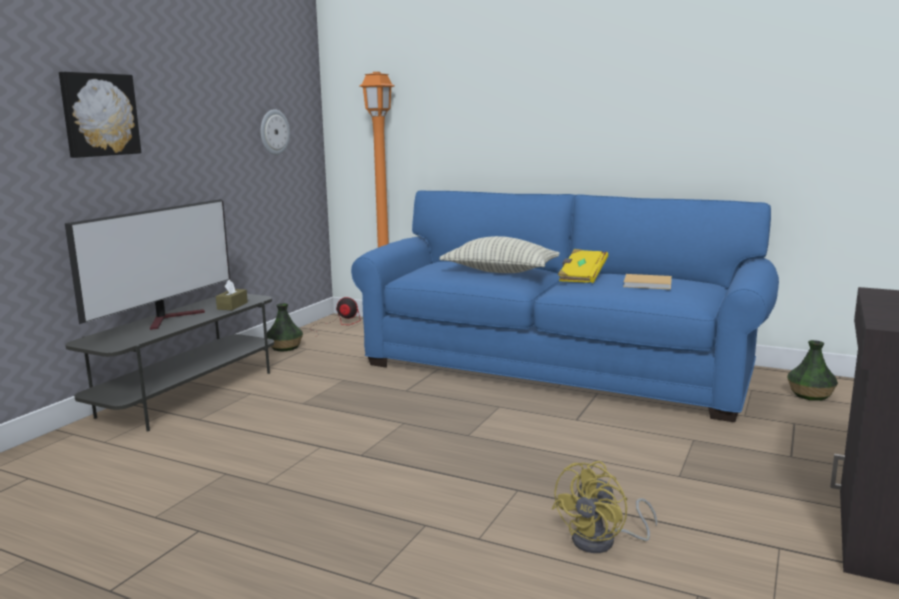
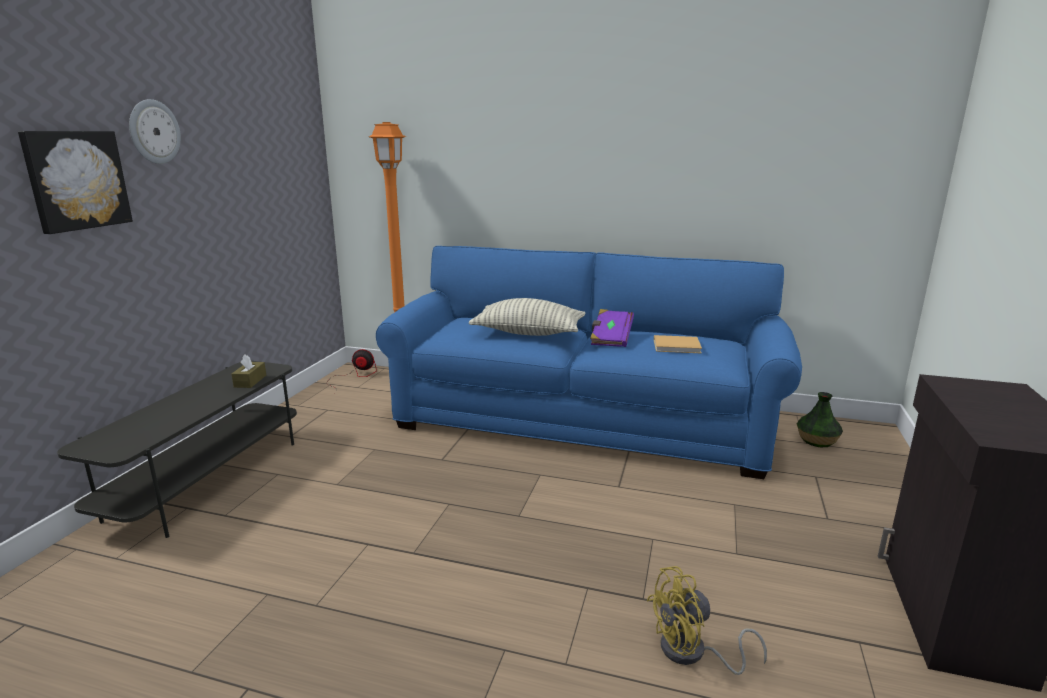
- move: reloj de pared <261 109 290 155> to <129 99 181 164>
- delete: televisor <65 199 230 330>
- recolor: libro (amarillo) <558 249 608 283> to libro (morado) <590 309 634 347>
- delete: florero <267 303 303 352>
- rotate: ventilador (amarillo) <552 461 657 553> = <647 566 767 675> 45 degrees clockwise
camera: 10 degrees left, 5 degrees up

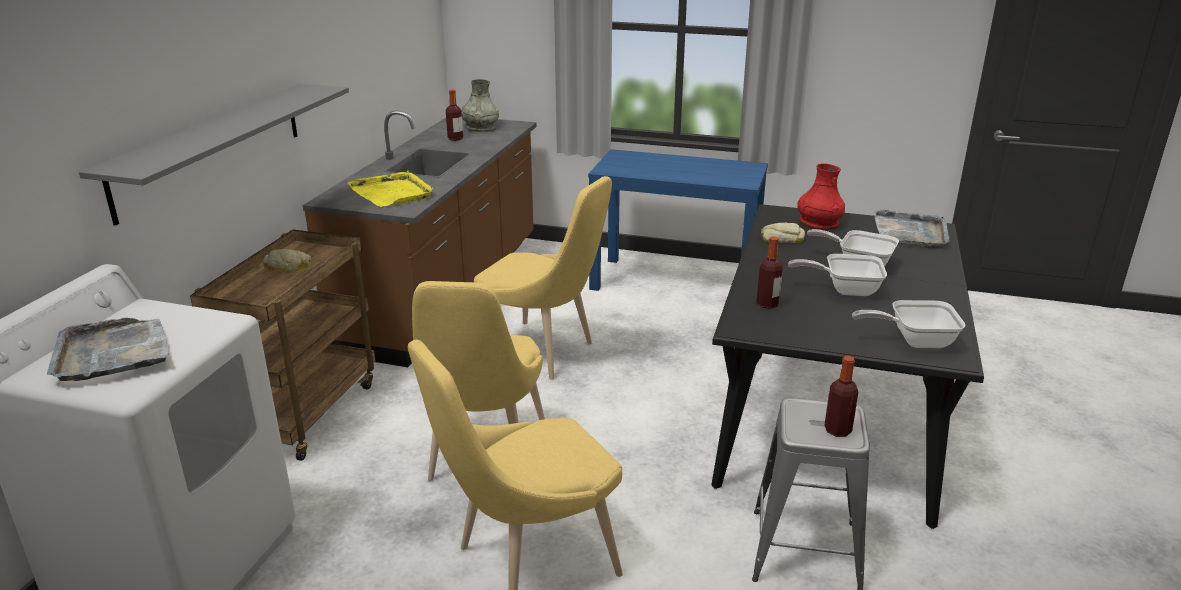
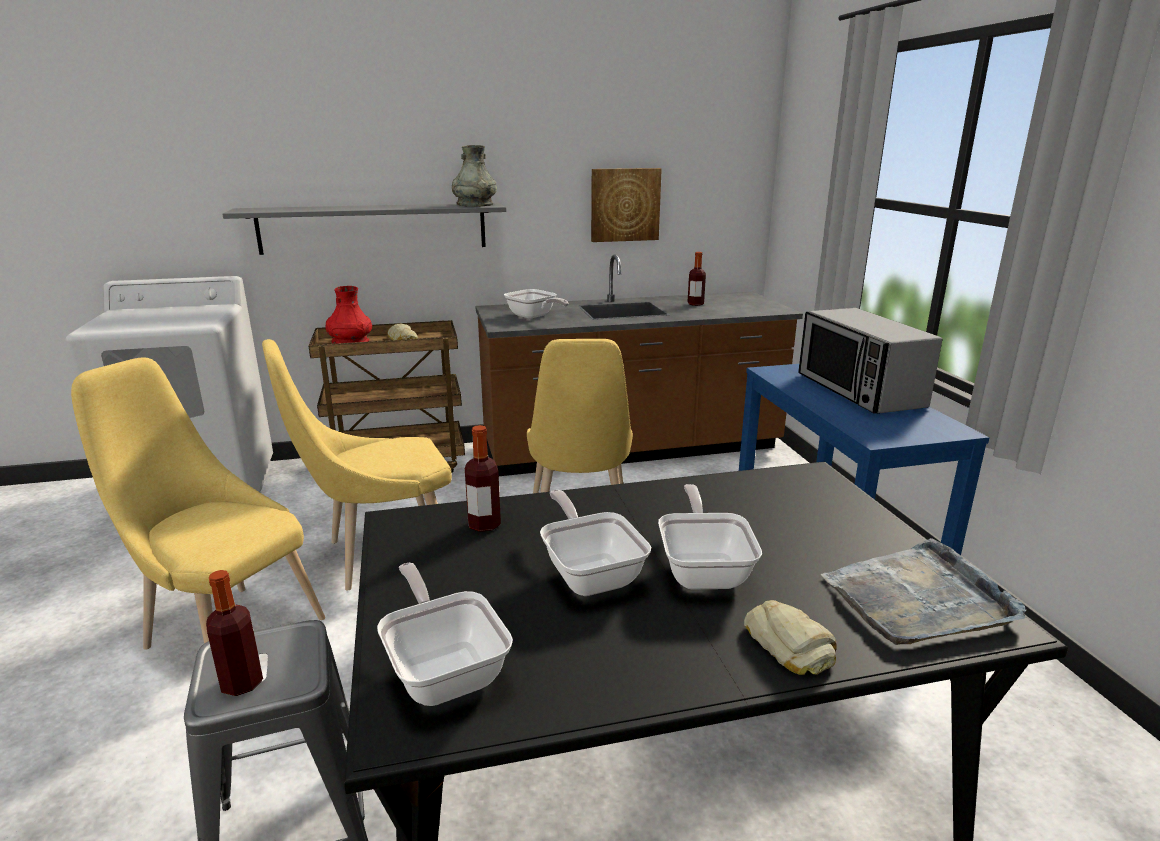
- move: florero (gris) <461 79 499 132> to <452 145 497 207>
- move: florero (rojo) <797 163 845 230> to <325 286 372 344>
- replace: bandeja (amarillo) <347 171 433 207> to sartén <504 289 568 318>
- move: pan <761 223 805 243> to <744 600 837 675>
- delete: bandeja (gris) <47 318 169 381>
- insert: cuadro <591 168 662 242>
- insert: microondas <798 308 942 414>
camera: 60 degrees right, 5 degrees down

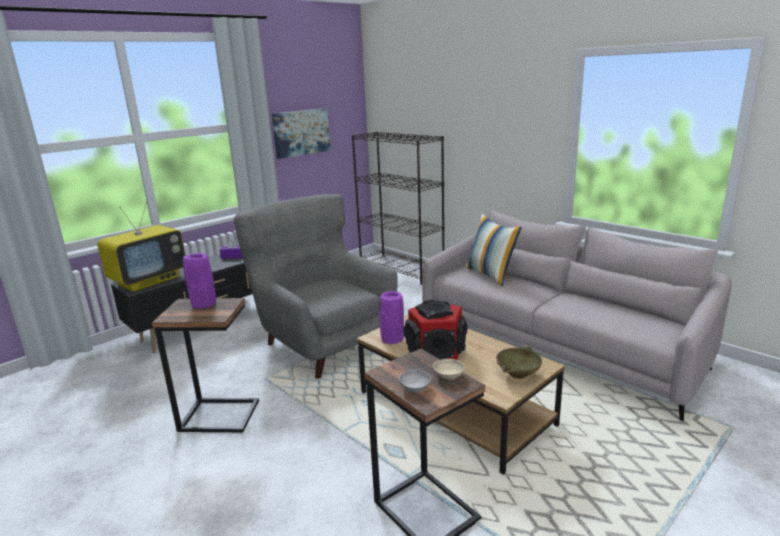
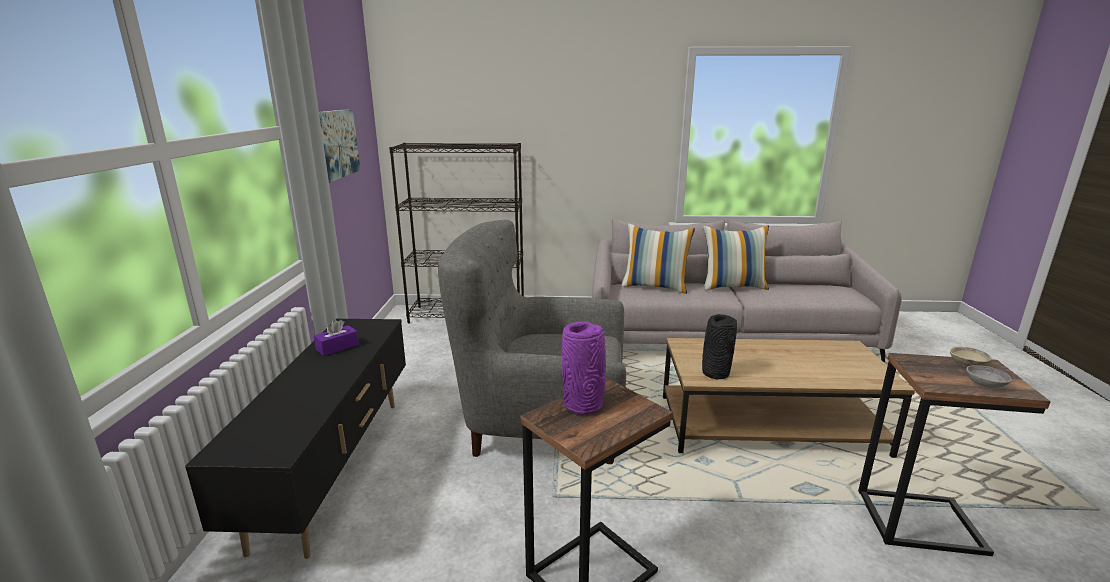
- delete: televisor <97 202 186 292>
- recolor: florero (morado) <379 291 404 344> to florero (negro) <702 314 737 379>
- delete: altavoz <403 300 467 360>
- delete: cuenco (beis) <496 347 542 379>
- insert: cojín <703 225 769 291>
camera: 45 degrees left, 0 degrees up

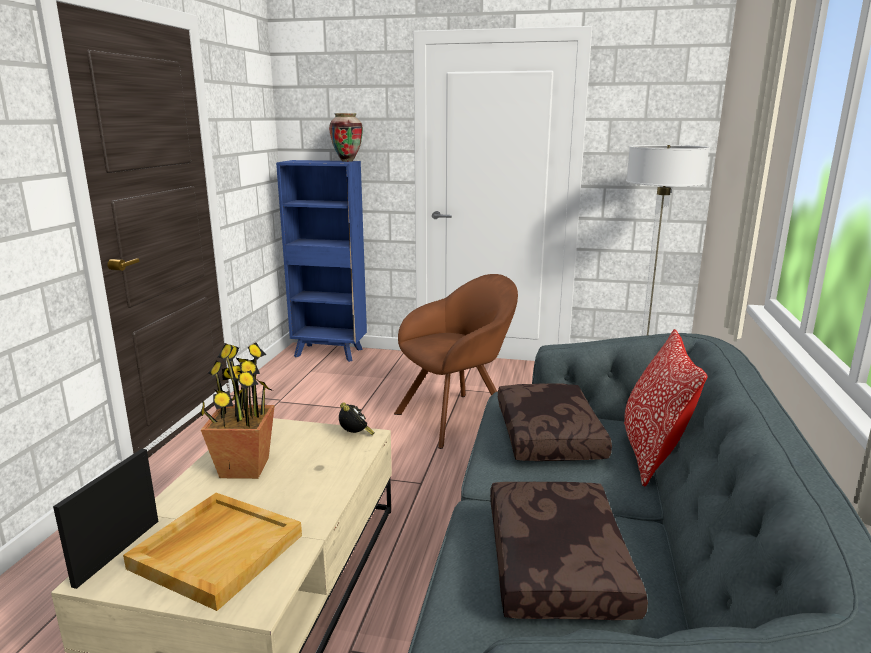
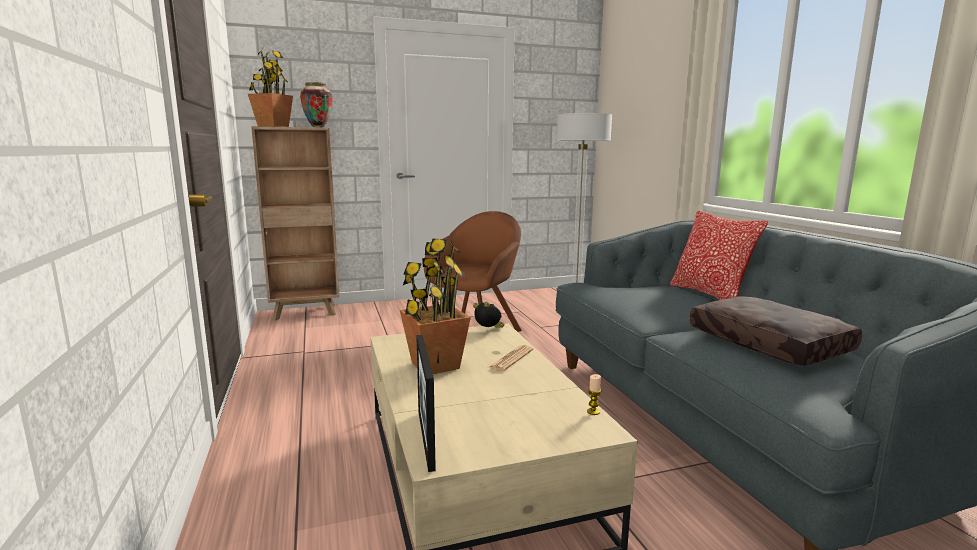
- recolor: estantería (azul) <276 160 367 362> to estantería (marrón) <251 126 340 321>
- delete: cojín (marrón) <498 383 612 461>
- delete: bandeja (beis) <123 493 302 611>
- insert: planta en maceta <248 49 293 127>
- insert: periódico <488 345 533 372>
- insert: vela <587 374 601 415>
camera: 30 degrees left, 5 degrees down

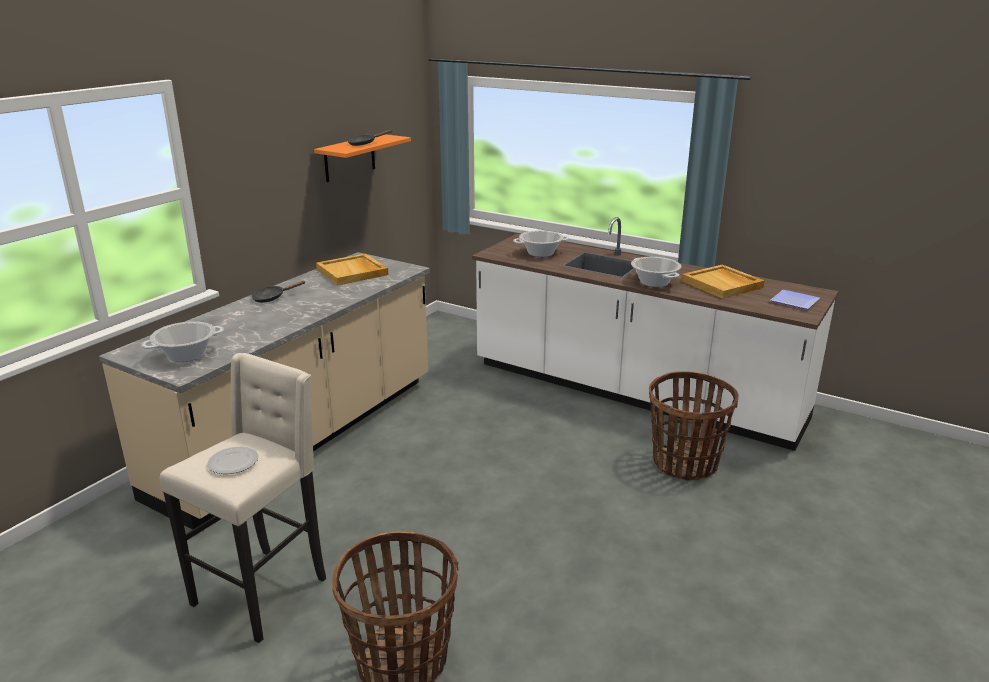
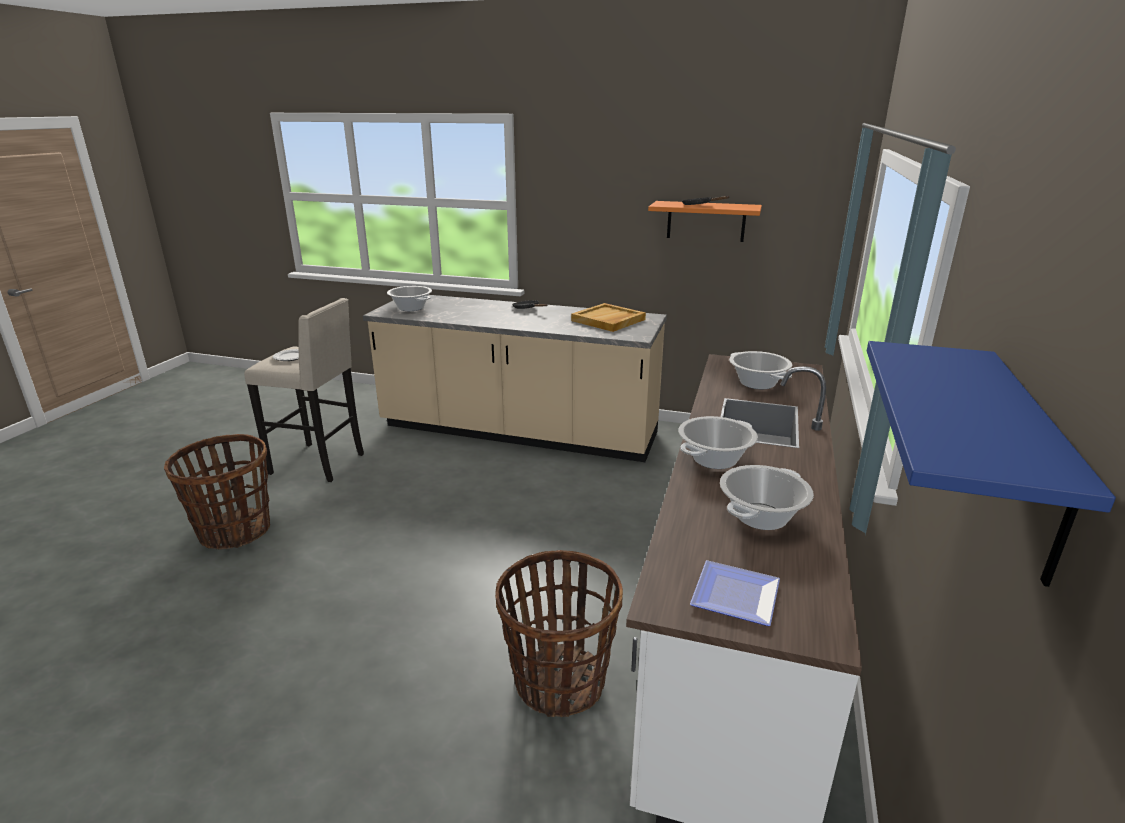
- replace: bandeja (beis) <682 265 765 299> to olla <720 465 814 530>
- insert: estante (azul) <867 341 1116 587>
camera: 75 degrees right, 0 degrees up

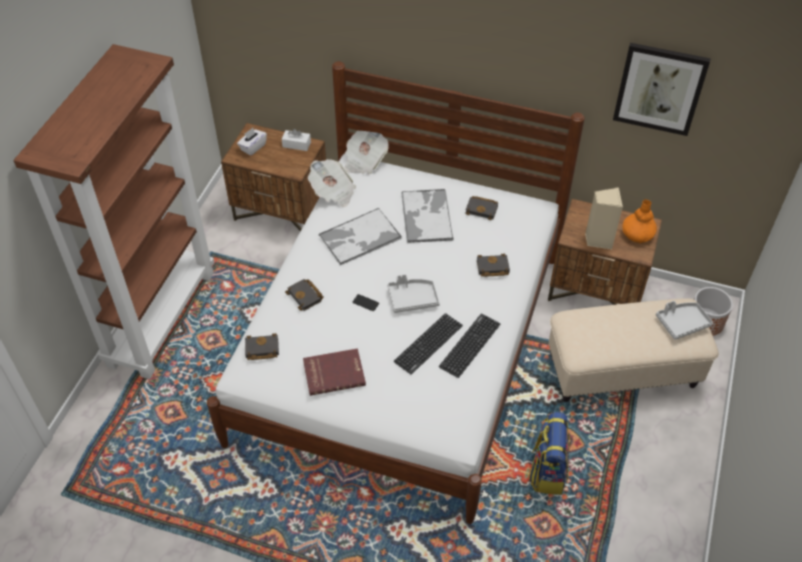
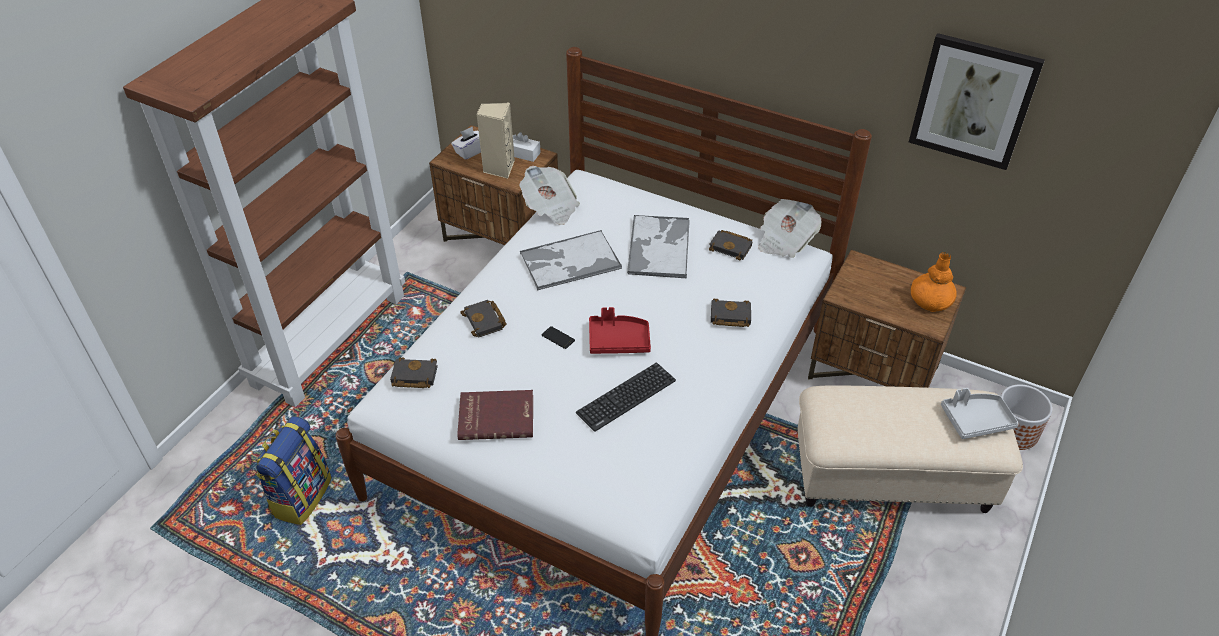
- move: periódico <344 130 389 174> to <758 199 821 258>
- move: altavoz (beis) <585 187 623 249> to <477 102 515 178>
- recolor: bandeja (gris) <387 274 440 313> to bandeja (rojo) <589 307 651 354>
- delete: teclado <439 314 500 378>
- move: mochila <529 412 570 495> to <255 416 332 525>
camera: 10 degrees right, 5 degrees down

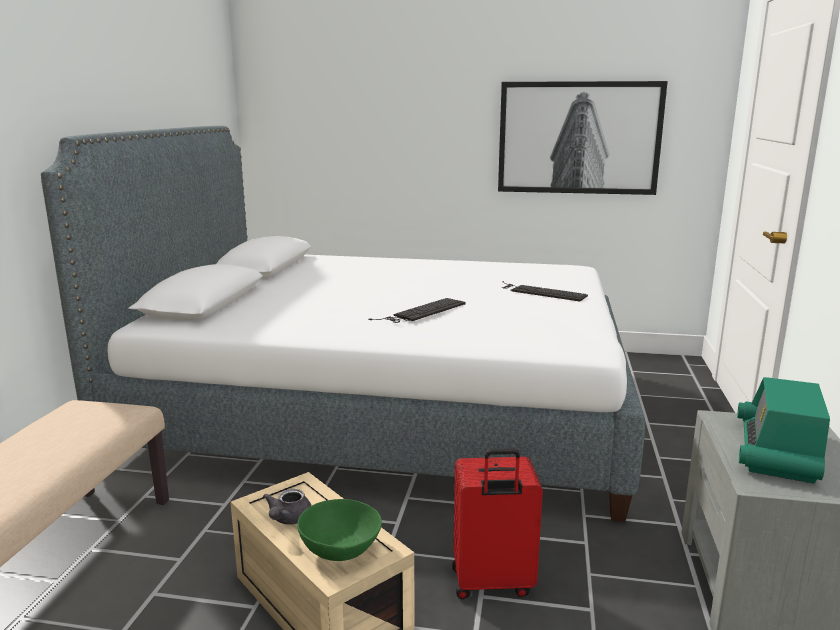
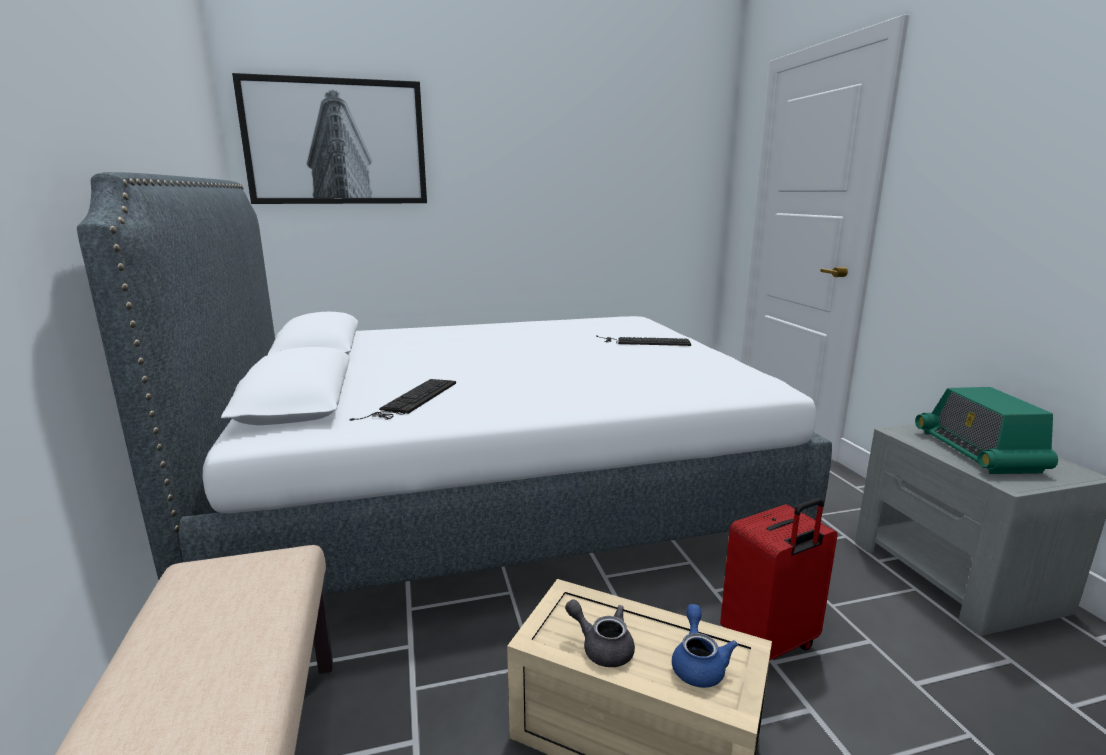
- move: cuadro <498 81 668 195> to <232 73 427 204>
- move: teclado <368 298 466 323> to <350 379 456 421>
- rotate: tetera (gris) <263 489 311 525> = <565 599 635 667> 135 degrees clockwise
- replace: cuenco (verde) <297 499 382 561> to tetera (azul) <672 604 738 688>
camera: 25 degrees left, 0 degrees up

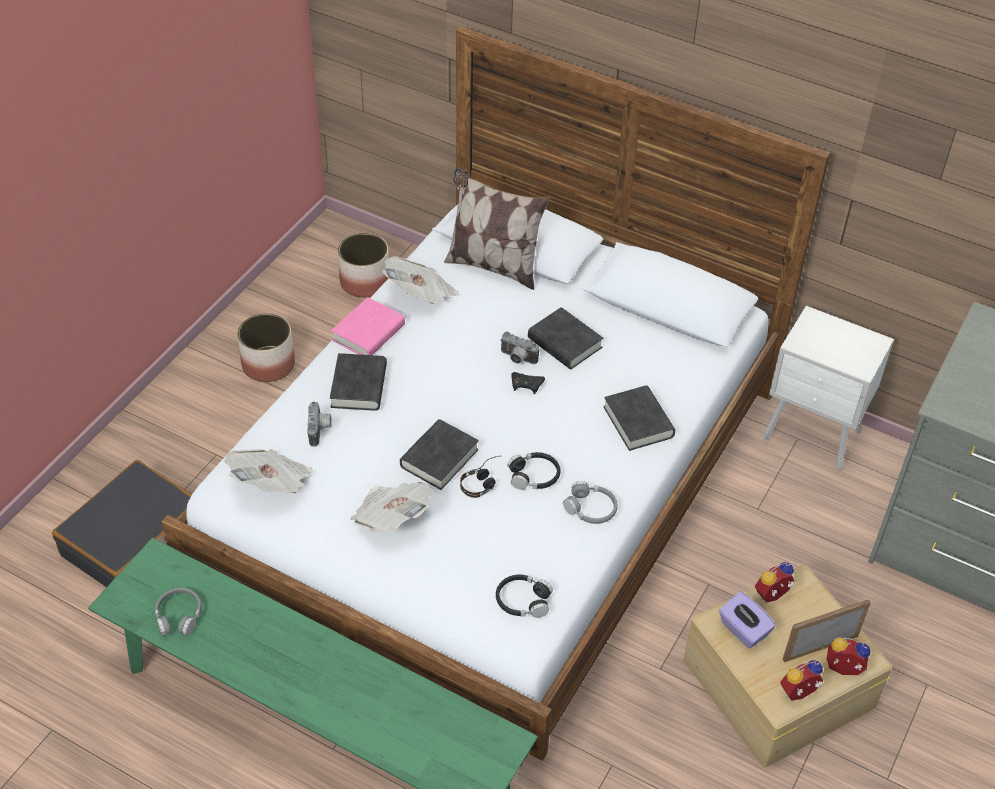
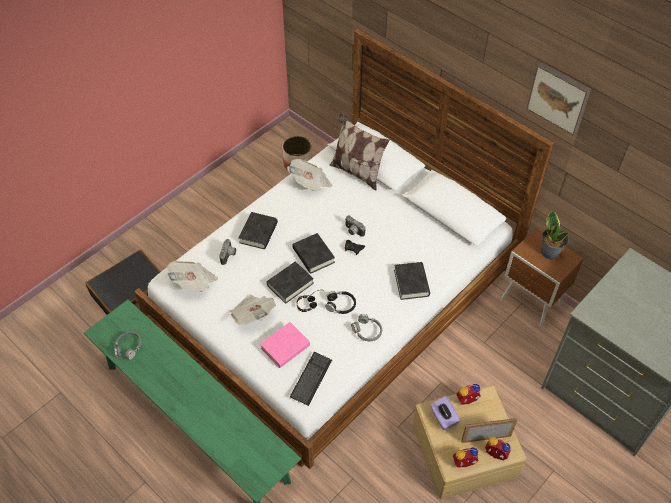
- move: libro (rosa) <331 297 405 355> to <260 322 310 368>
- recolor: mesita de noche (blanco) <763 306 894 470> to mesita de noche (marrón) <501 228 584 327>
- move: libro (negro) <528 307 603 369> to <292 233 335 274>
- delete: maceta <237 313 295 382>
- replace: auriculares (negro) <496 574 553 618> to teclado <290 352 332 406>
- insert: cuadro <527 62 591 135>
- insert: planta en maceta <541 210 569 260>
camera: 15 degrees right, 5 degrees up

